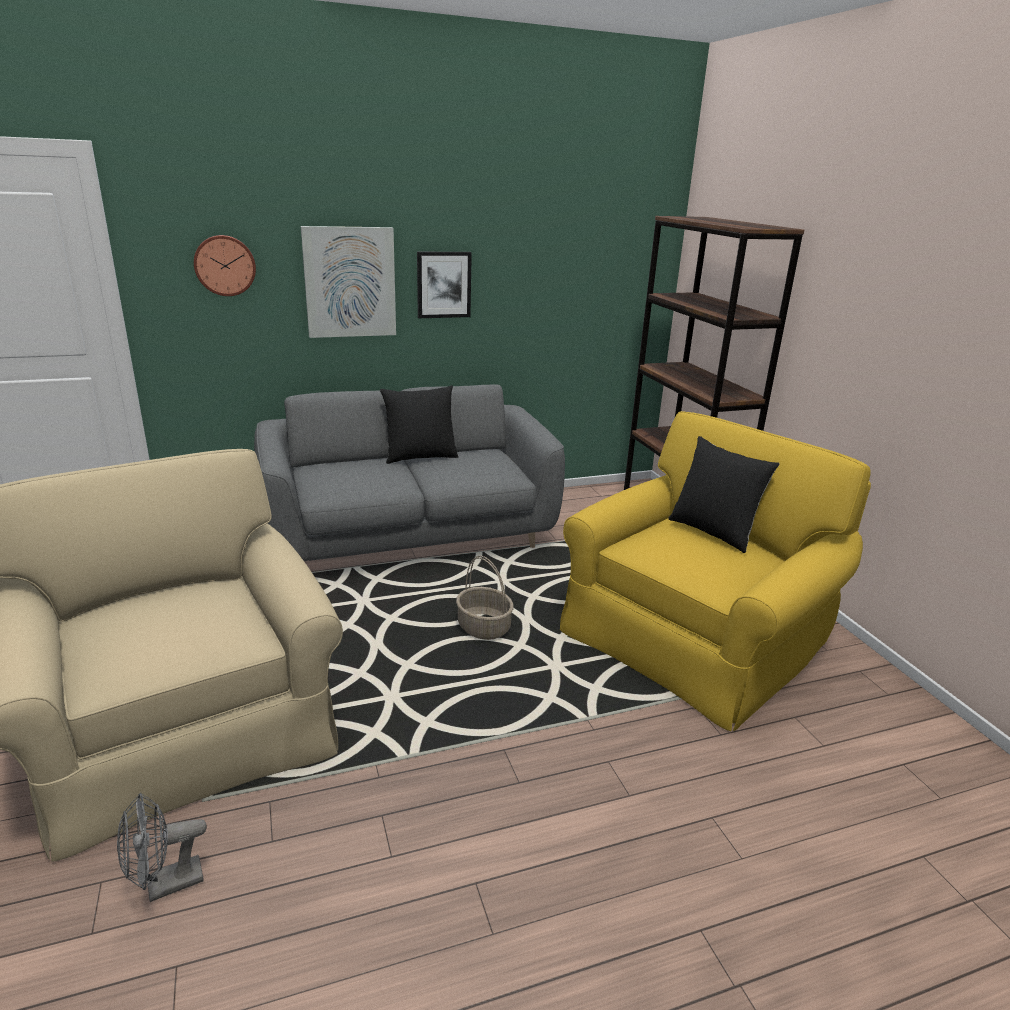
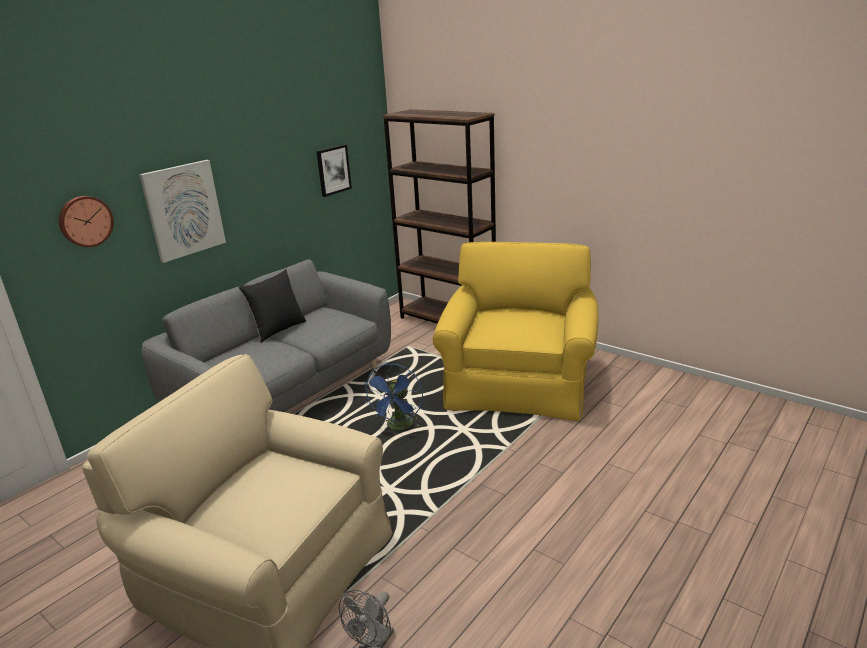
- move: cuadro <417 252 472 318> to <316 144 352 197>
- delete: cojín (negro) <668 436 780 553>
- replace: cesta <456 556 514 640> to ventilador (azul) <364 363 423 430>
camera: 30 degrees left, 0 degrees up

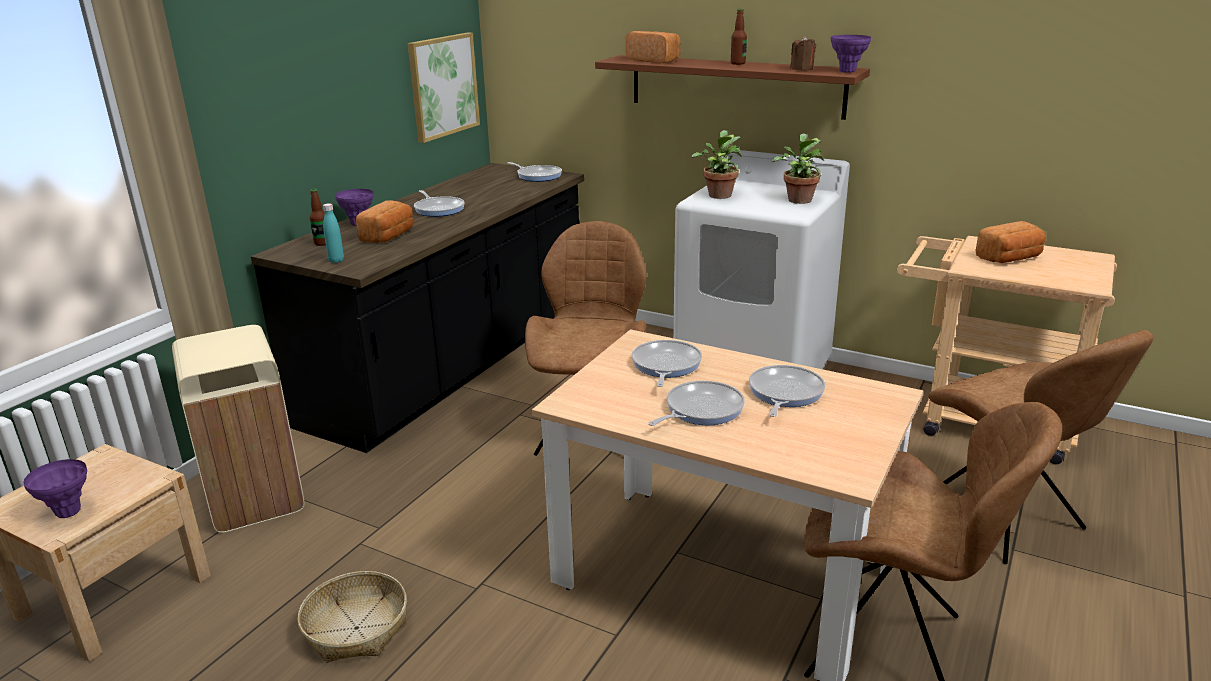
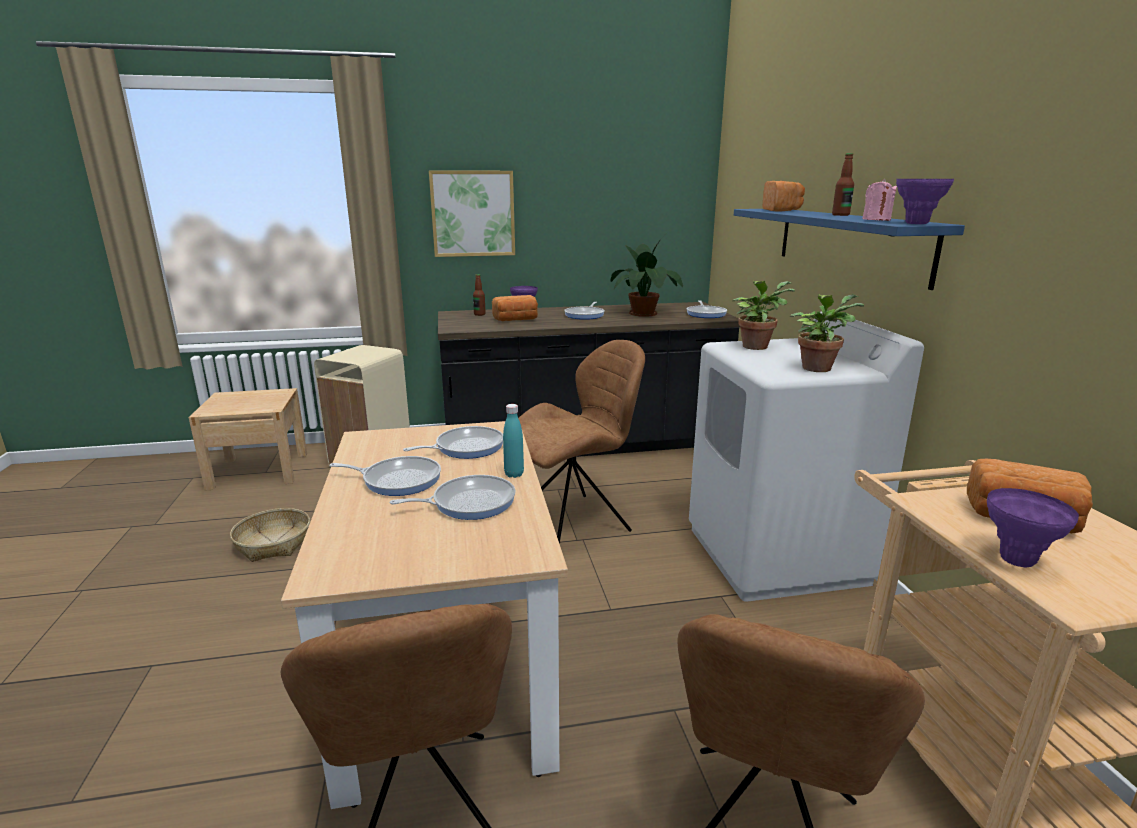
- move: cuadro <408 32 480 143> to <429 170 515 257>
- recolor: vela (marrón) <790 36 816 71> to vela (rosa) <862 179 897 221>
- recolor: estante (marrón) <595 55 870 120> to estante (azul) <734 209 965 290>
- move: botella (turquesa) <323 203 344 263> to <503 404 524 478>
- move: florero (morado) <23 459 87 518> to <987 488 1079 567>
- insert: planta en maceta <611 239 683 317>
camera: 50 degrees right, 5 degrees down

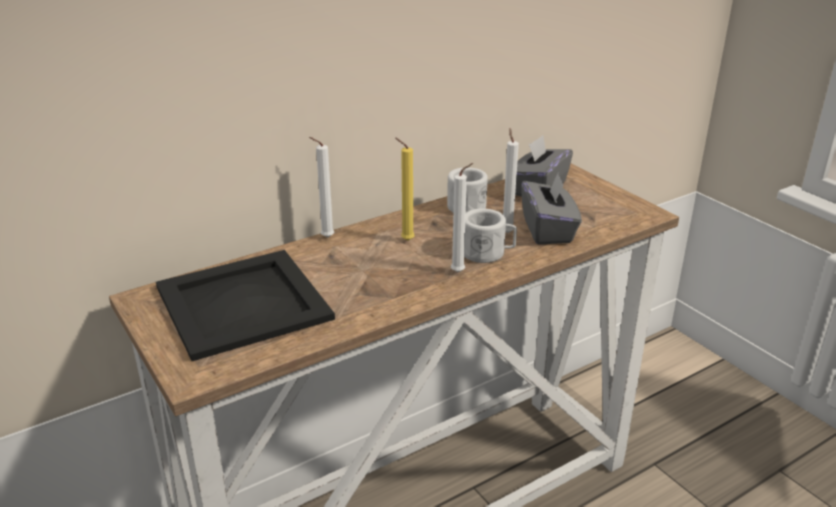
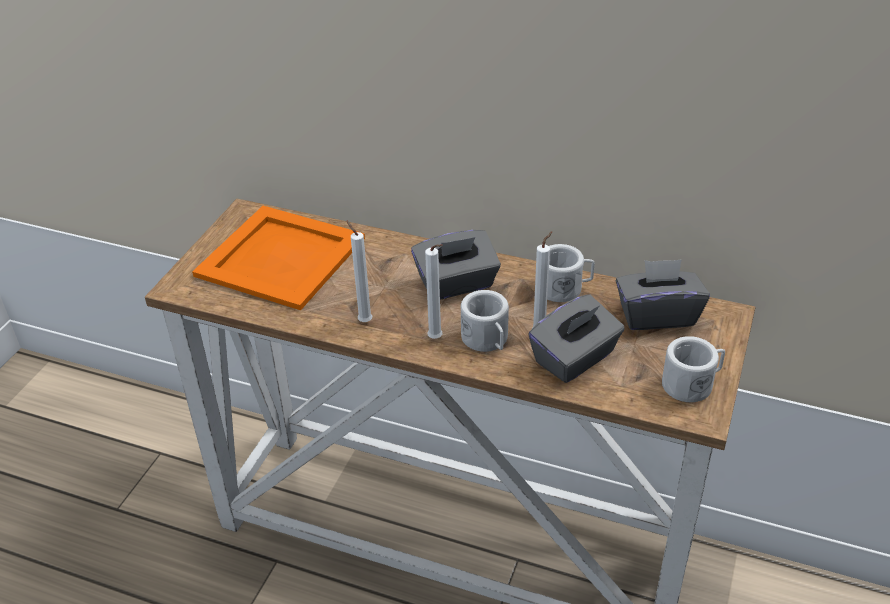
- move: vela (blanco) <309 137 334 238> to <346 220 372 322>
- replace: vela (amarillo) <395 138 415 241> to caja de pañuelos (gris) <411 230 501 299>
- recolor: bandeja (negro) <156 250 335 361> to bandeja (naranja) <192 206 365 310>
- insert: taza grande (blanco) <662 336 725 402>
camera: 55 degrees right, 10 degrees up

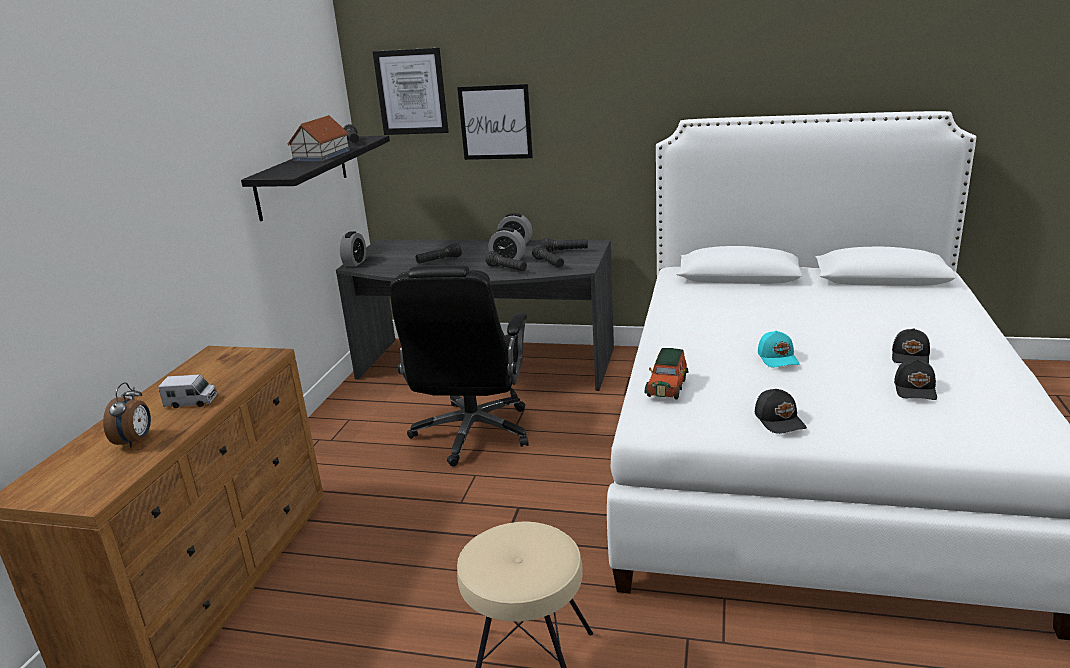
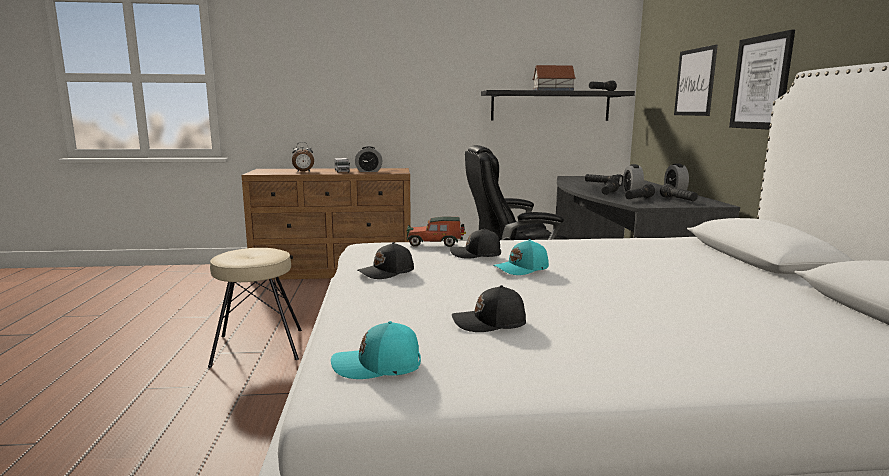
- move: cuadro <373 48 449 135> to <729 30 795 130>
- move: despertador <340 231 366 266> to <355 146 382 172>
- move: gorra (negro) <892 328 930 364> to <450 228 501 259>
- insert: gorra (turquesa) <331 321 421 379>
camera: 70 degrees right, 10 degrees down

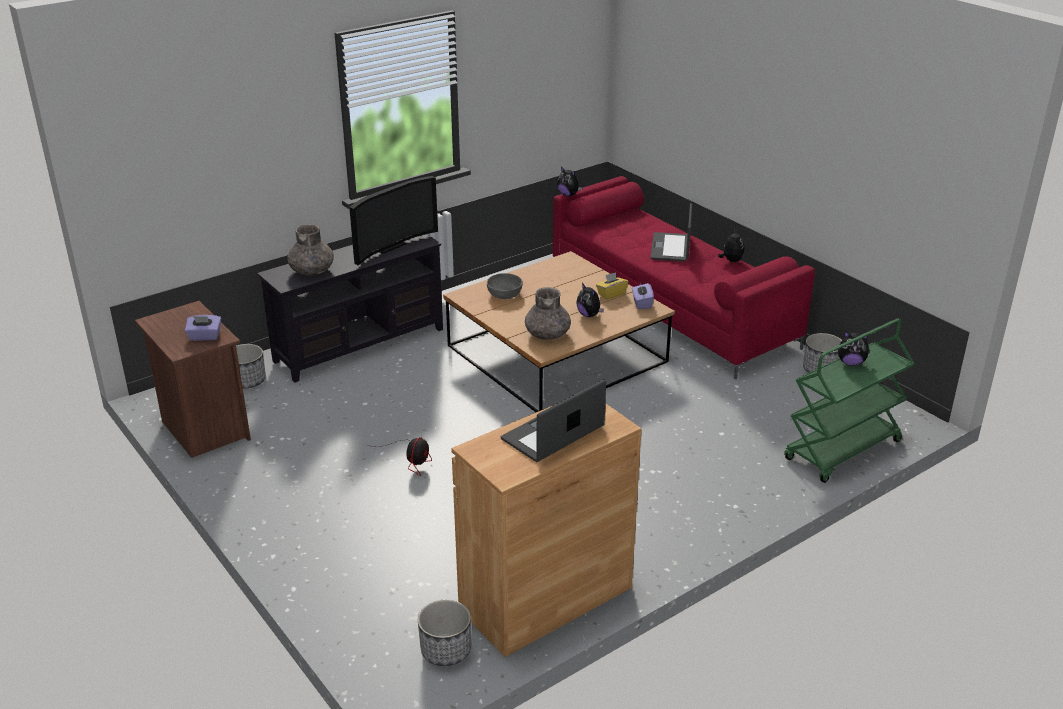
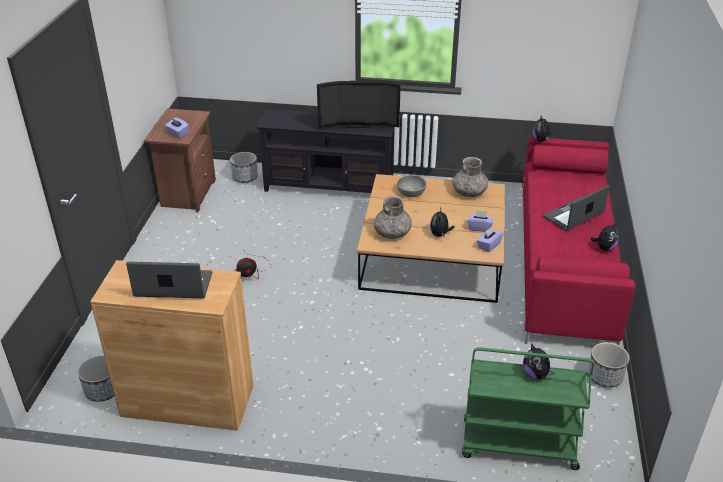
- move: florero (gris) <287 224 334 275> to <452 157 488 197>
- recolor: caja de pañuelos (amarillo) <596 272 628 300> to caja de pañuelos (morado) <468 210 493 232>
camera: 45 degrees right, 5 degrees up

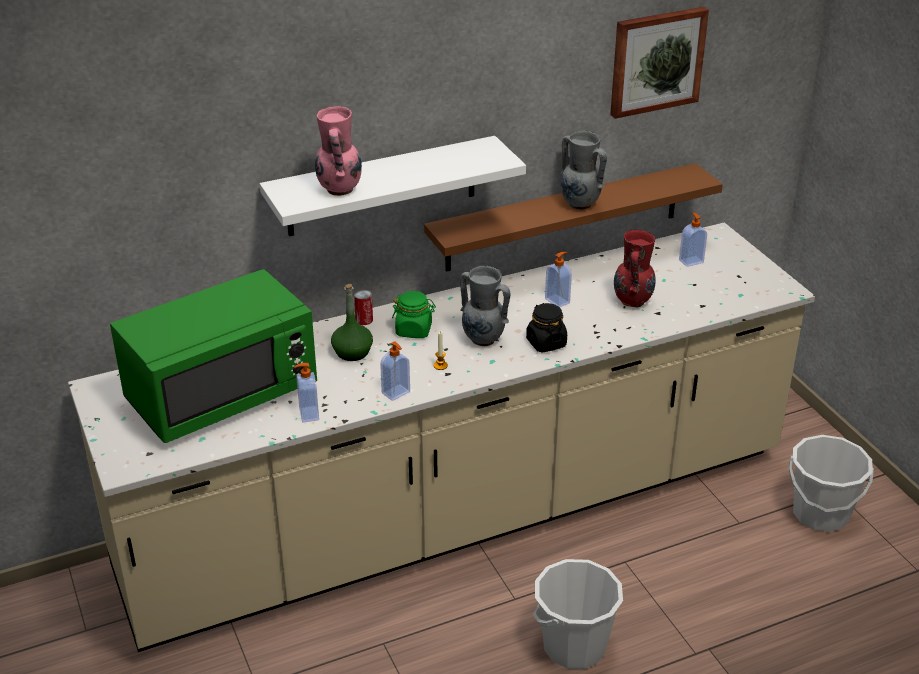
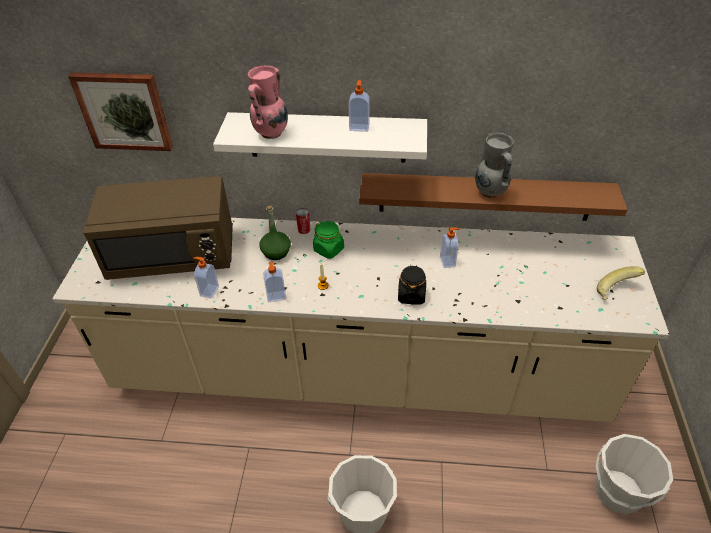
- move: cuadro <610 7 709 119> to <68 72 173 151>
- move: dispensador de jabón <679 213 707 267> to <349 80 370 132>
- delete: florero (rojo) <614 230 656 307>
- delete: florero (gris) <460 266 510 346>
- recolor: microondas (verde) <110 269 317 443> to microondas (marrón) <83 176 233 280>
- insert: plátano <597 266 645 300>
camera: 30 degrees right, 10 degrees up

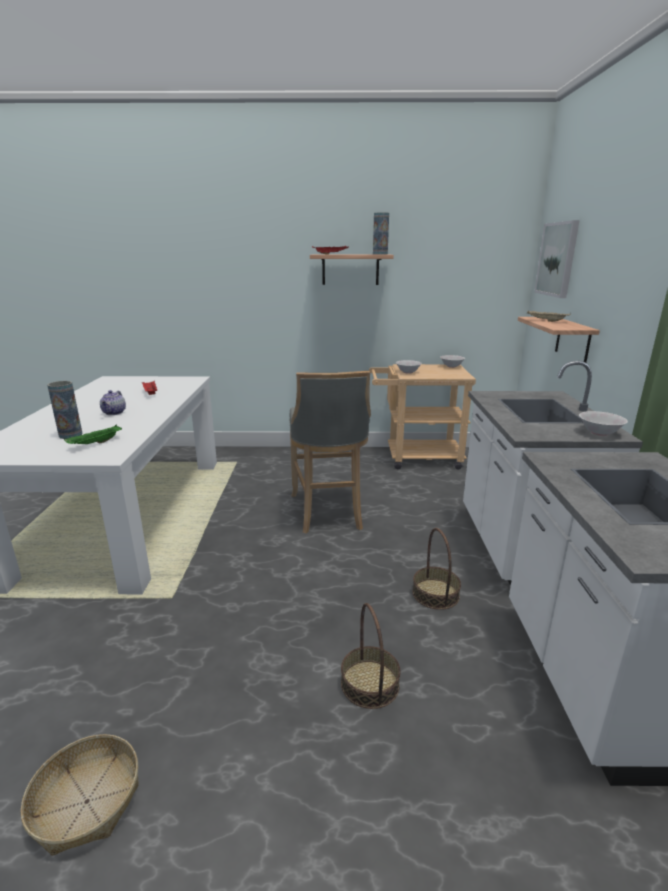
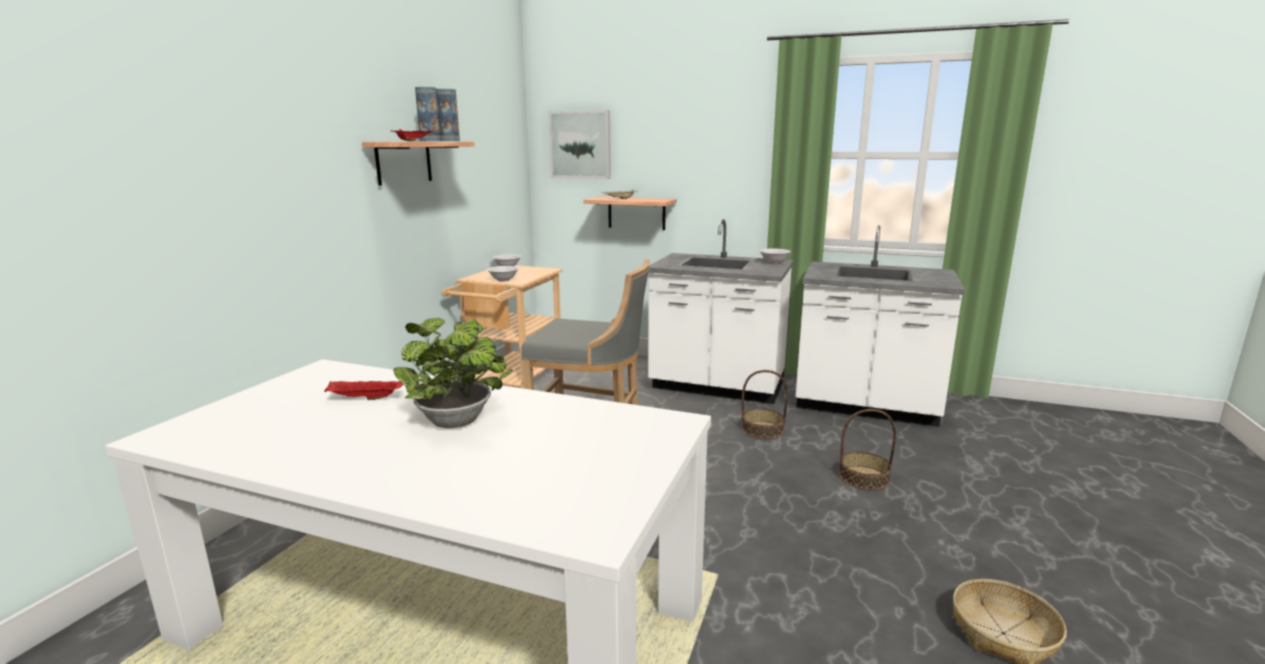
- move: florero <47 381 83 439> to <415 87 441 141>
- replace: tetera <100 390 126 415> to planta en maceta <393 318 513 428>
- delete: bandeja (verde) <64 425 122 444>
camera: 70 degrees left, 5 degrees down

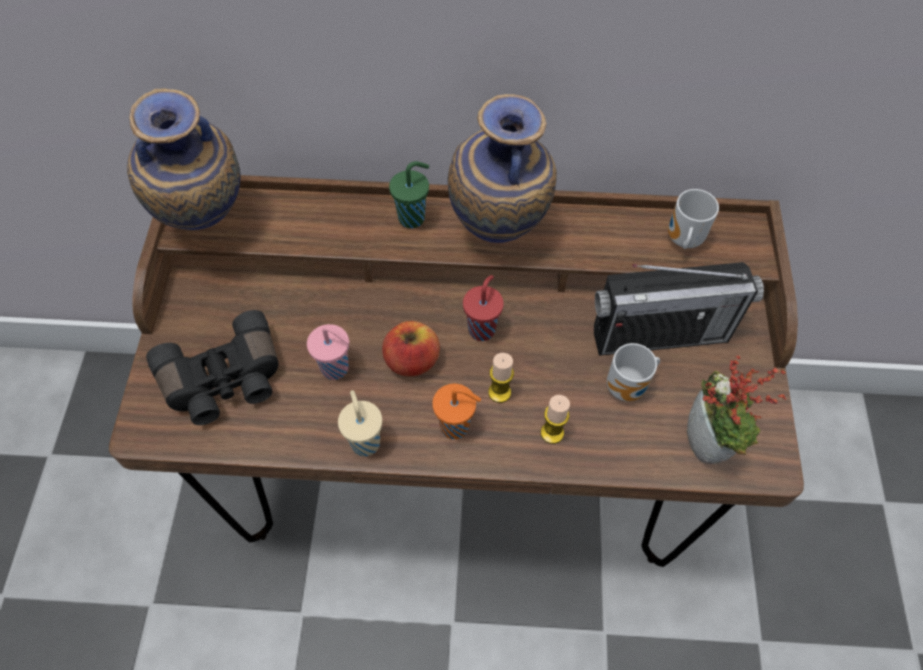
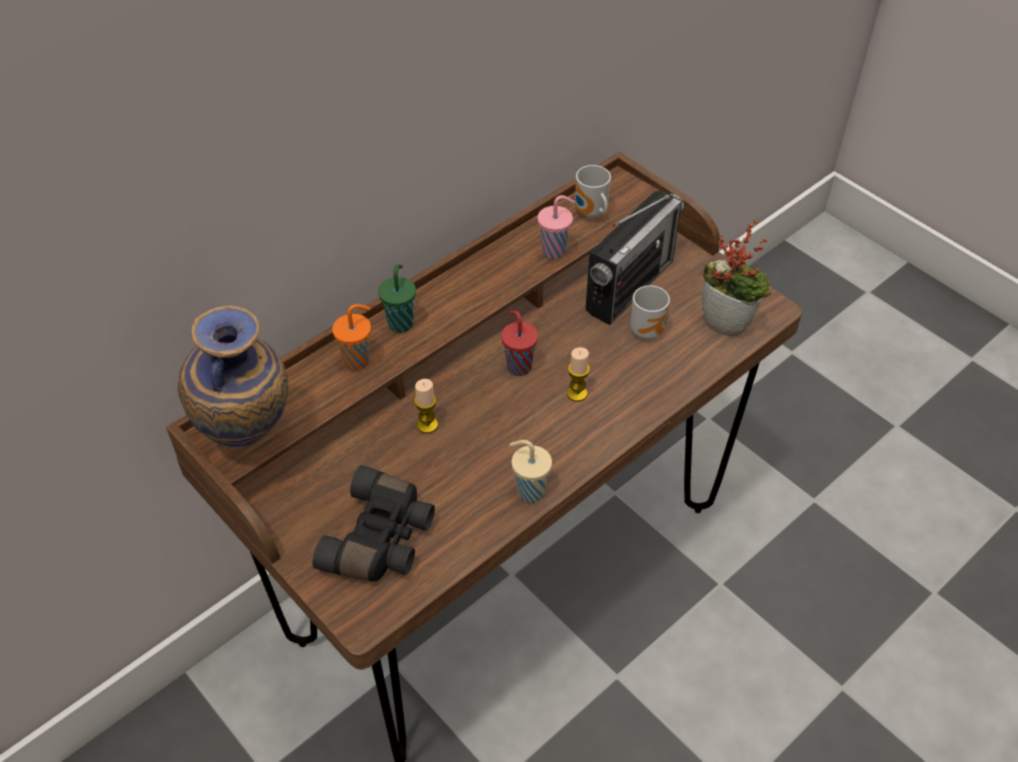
- delete: florero <447 94 557 243>
- delete: manzana <382 321 440 376>
- move: taza (rosa) <307 324 350 380> to <537 195 575 259>
- move: taza (naranja) <432 384 481 439> to <332 304 371 370>
- move: vela <541 395 570 444> to <414 379 438 433>
camera: 45 degrees left, 10 degrees down

